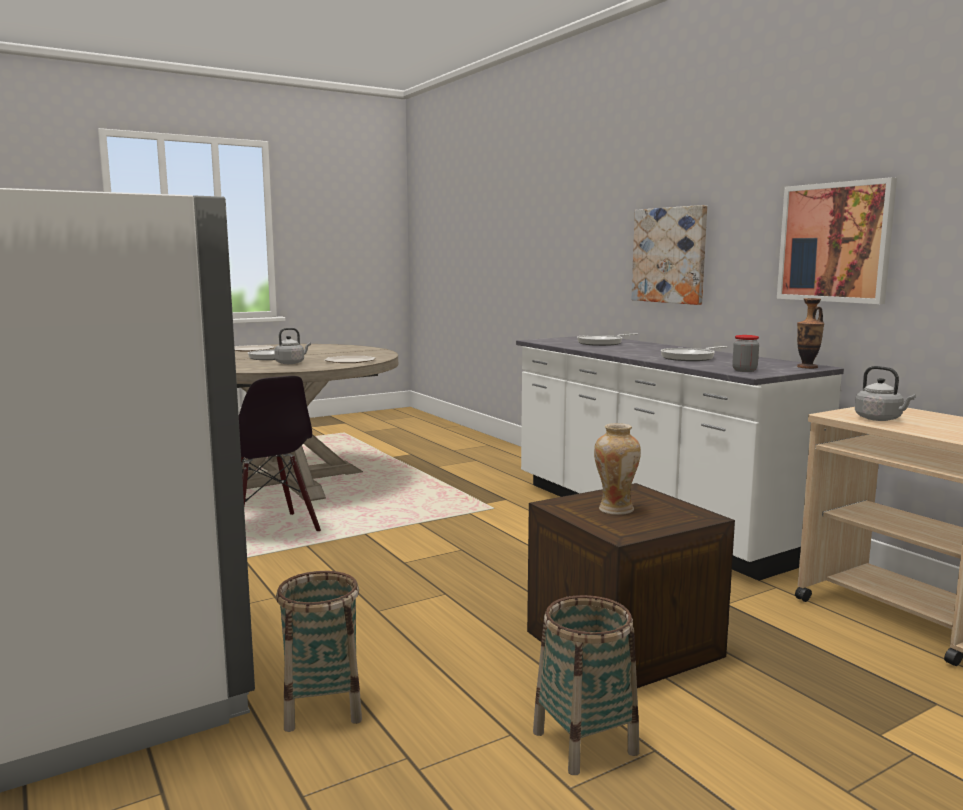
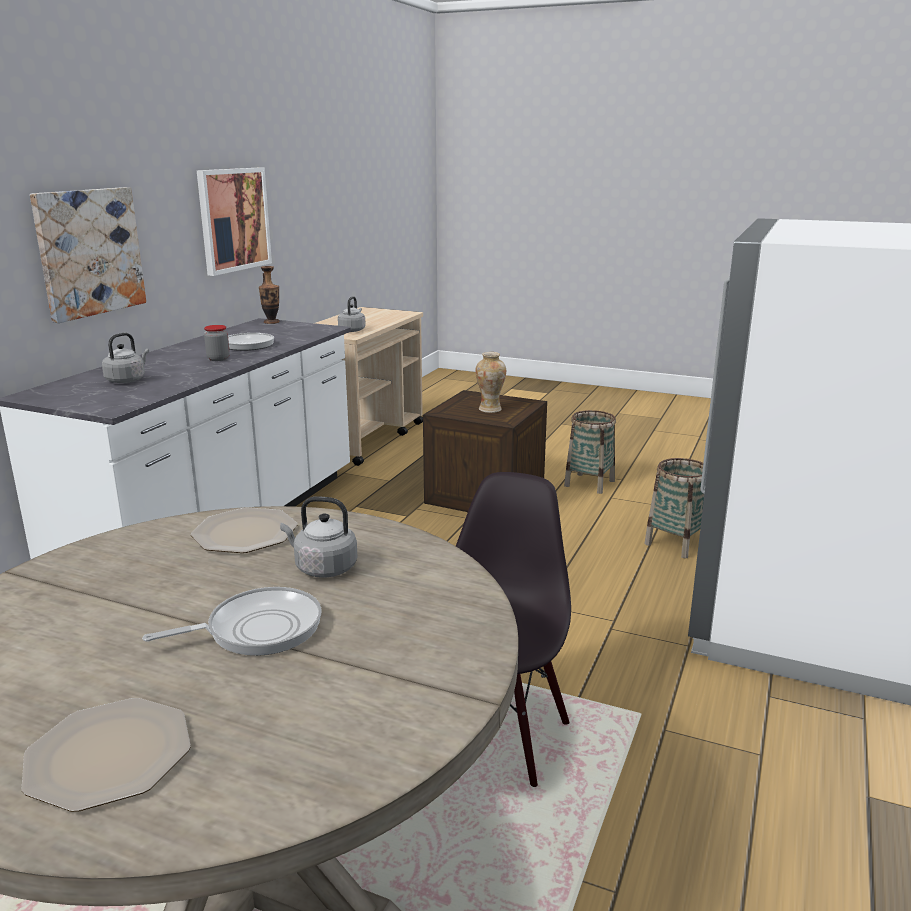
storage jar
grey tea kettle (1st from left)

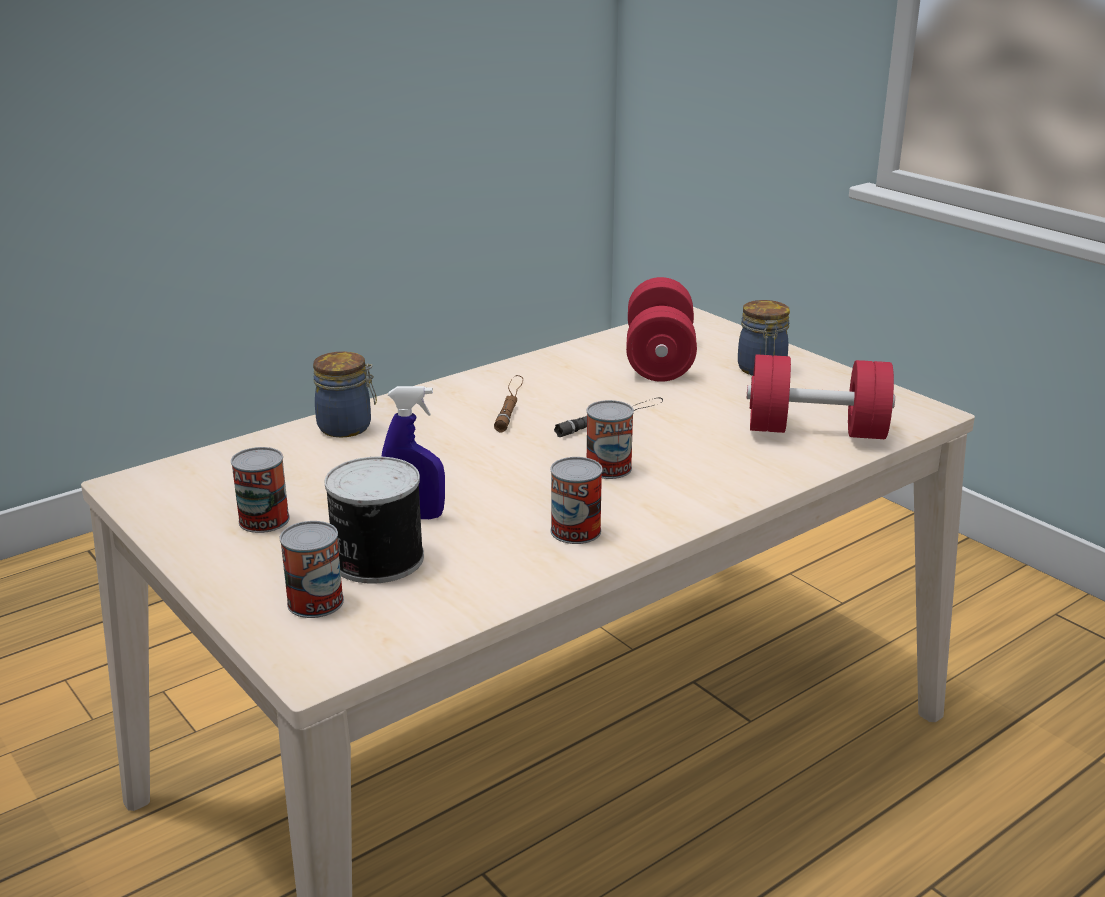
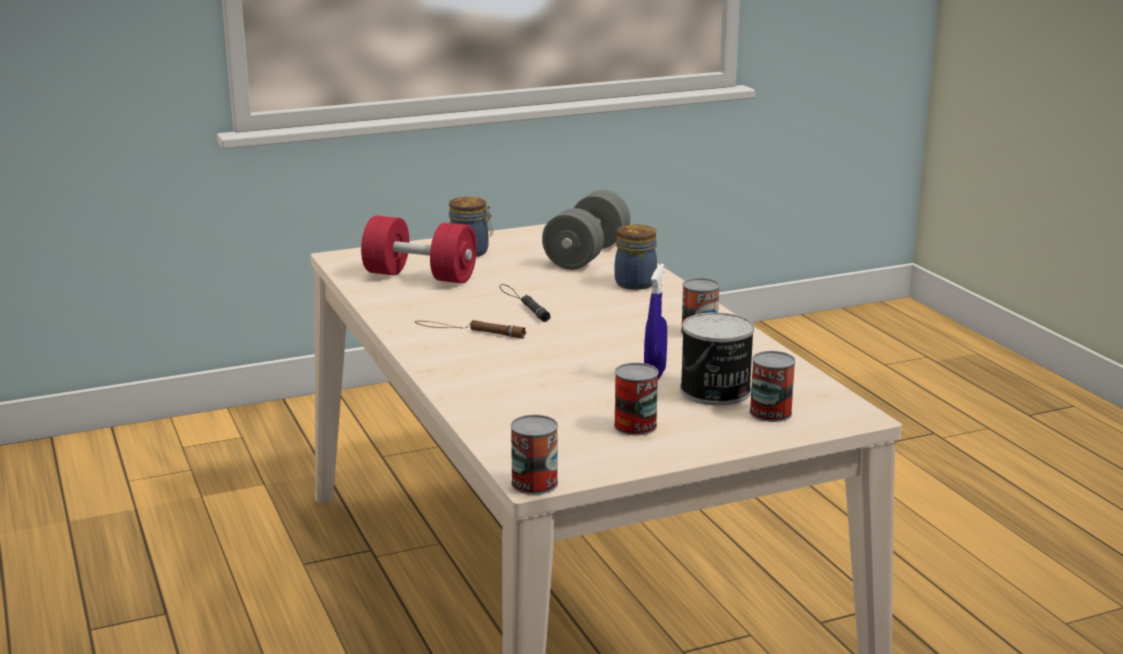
storage jar (2nd from left)
sealed can (1st from left)
grey free weight

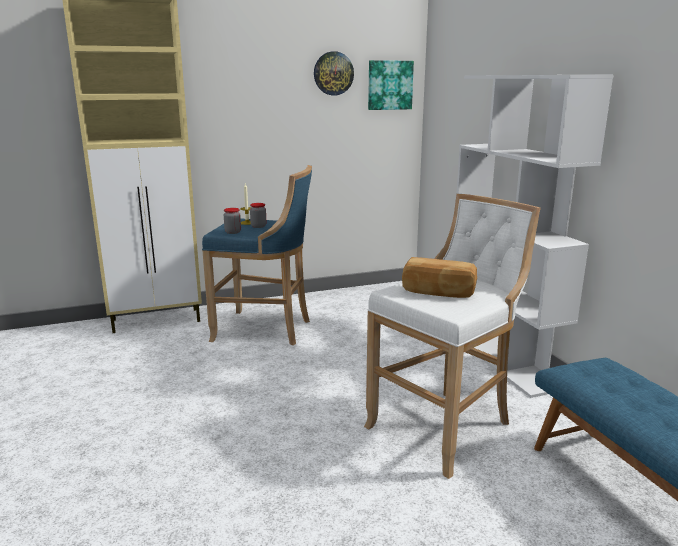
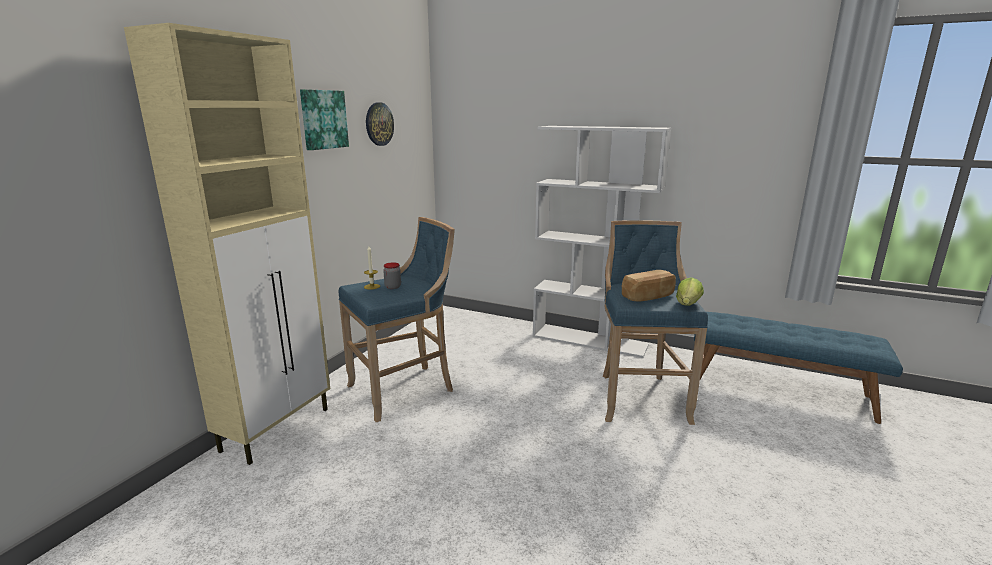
storage jar (1st from left in the first image)
lettuce
picture
blue-coloured stool seat (2nd from left)

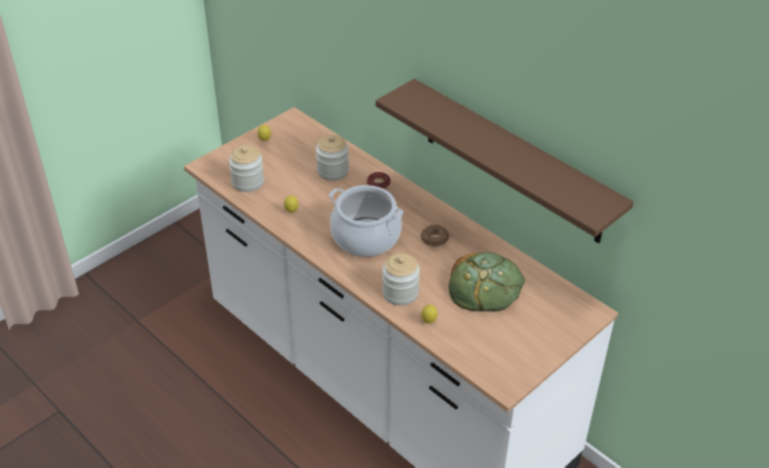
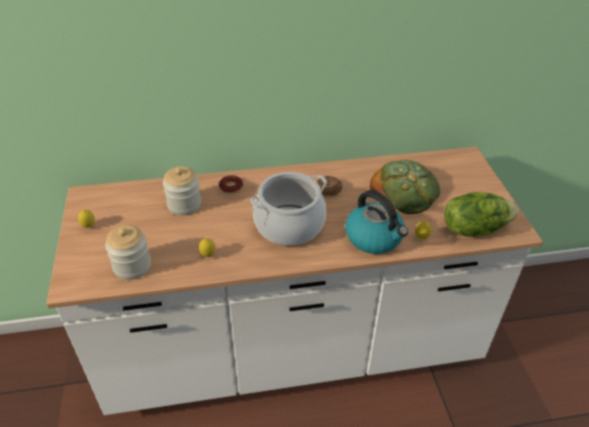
brown bracket shelf
lettuce
tea kettle

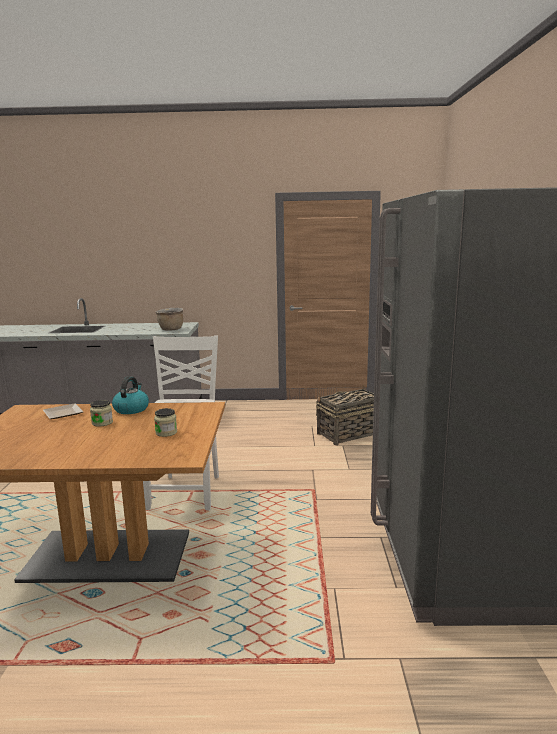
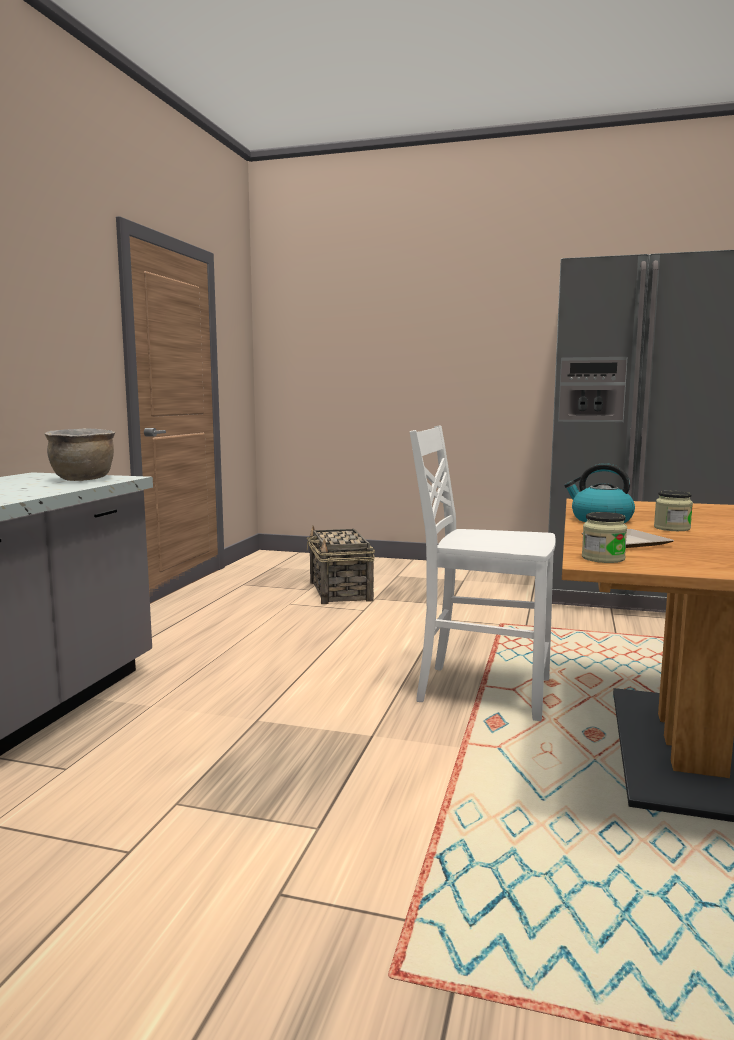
storage jar (1st from left)

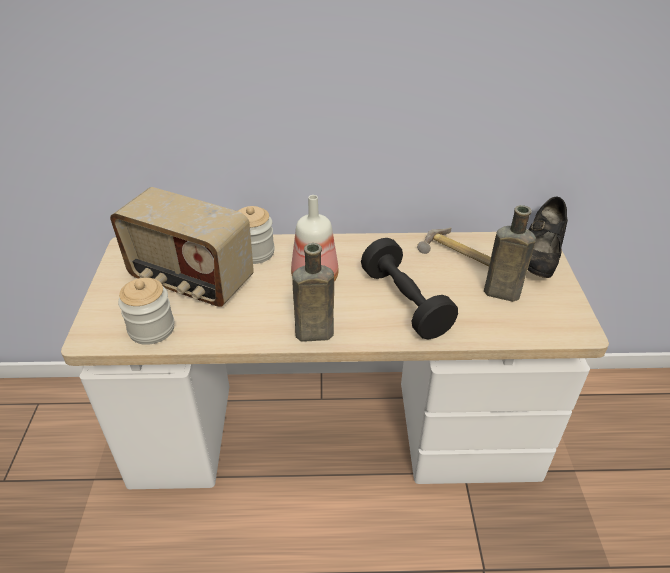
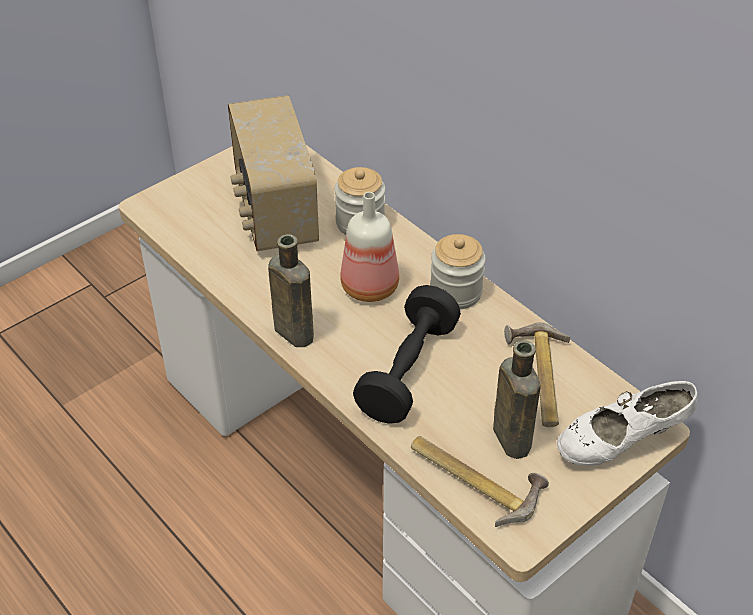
hammer (1st from left)
storage jar (2nd from left)
whitish shoe

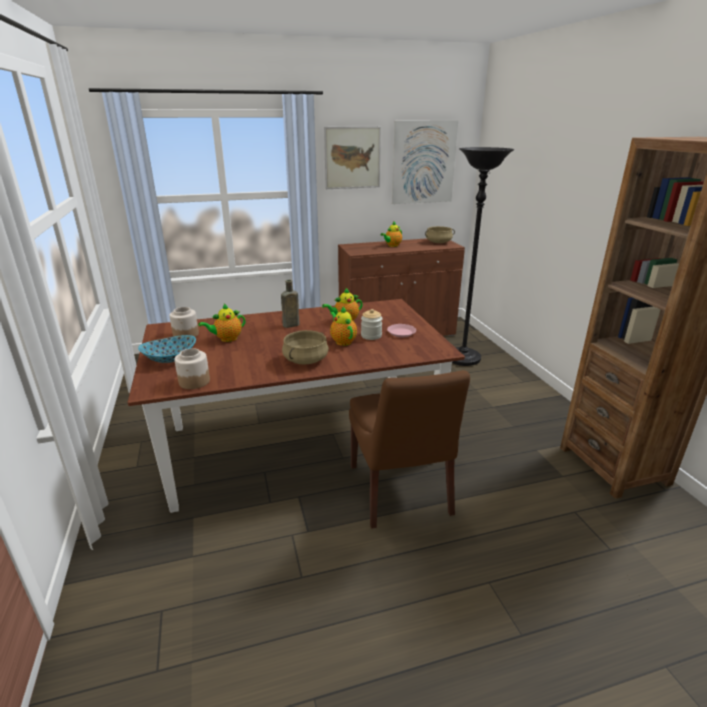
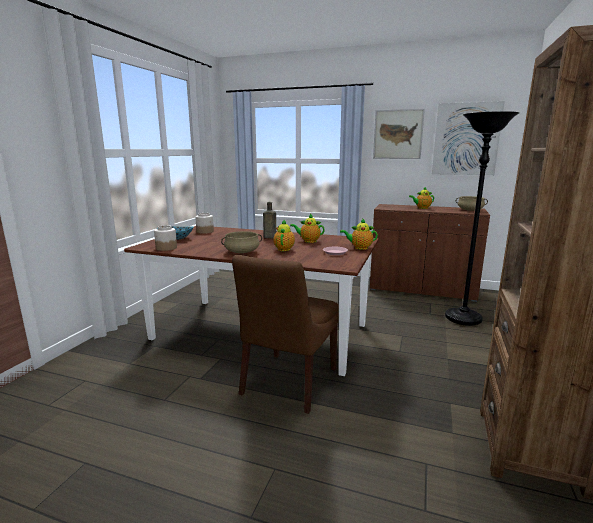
storage jar (3rd from left in the first image)
tea pot (3rd from left)

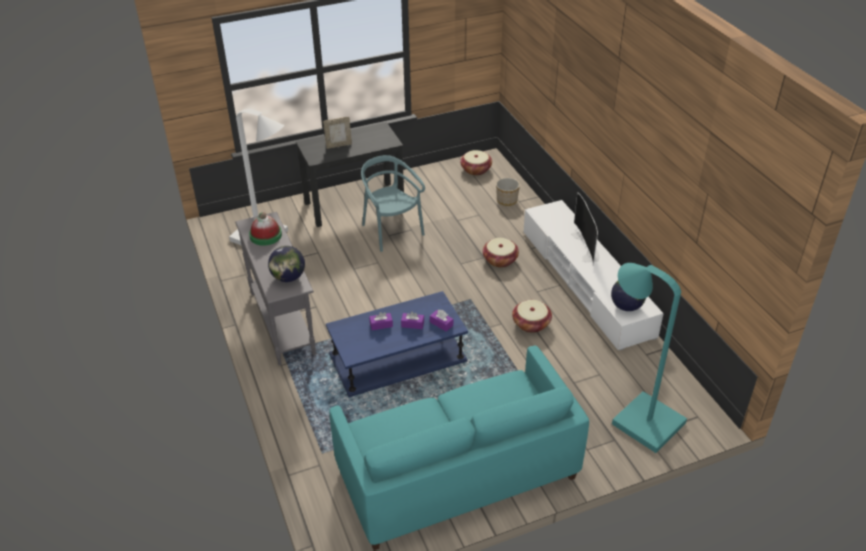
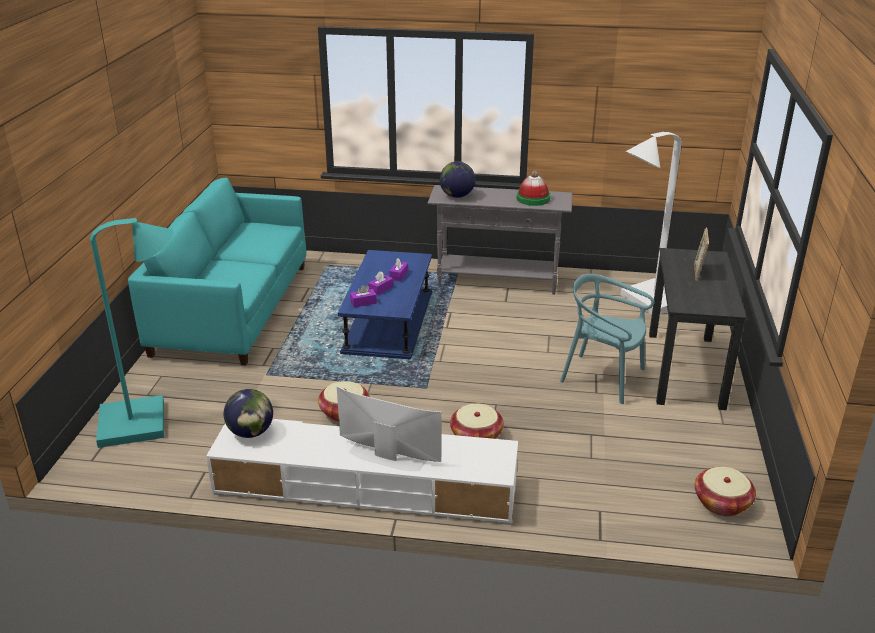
flower pot
turquoise chair

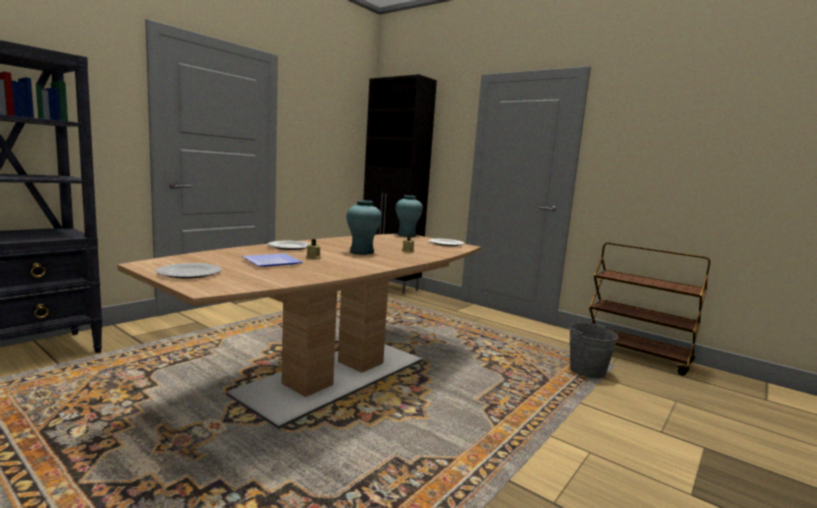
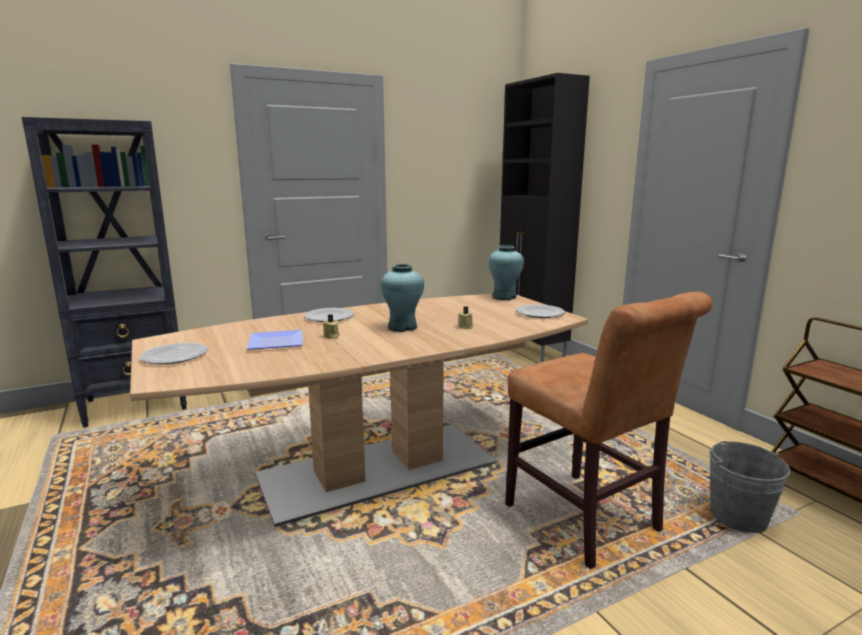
brown chair

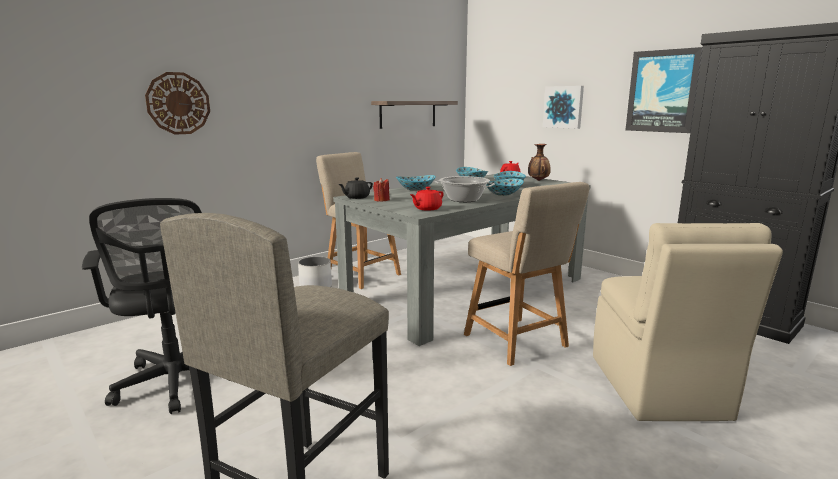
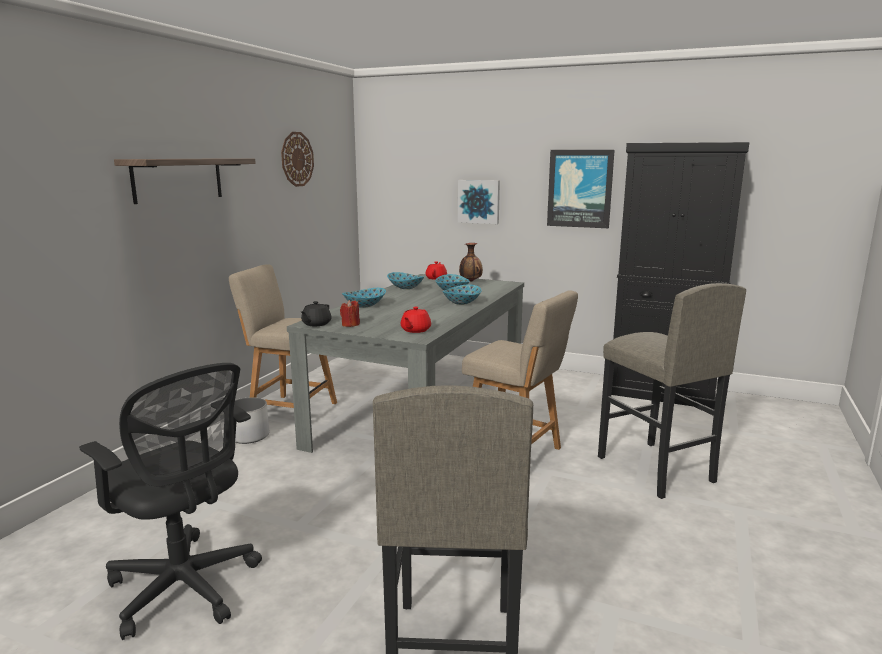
saucepot
hanging clock
bracket shelf
grey stool seat (2nd from left)

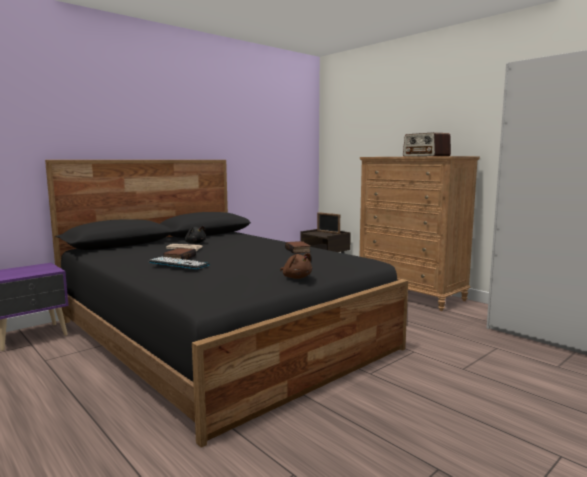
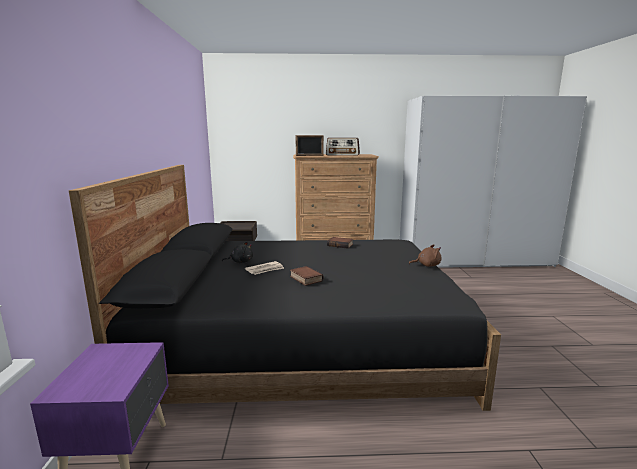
keyboard
picture frame

